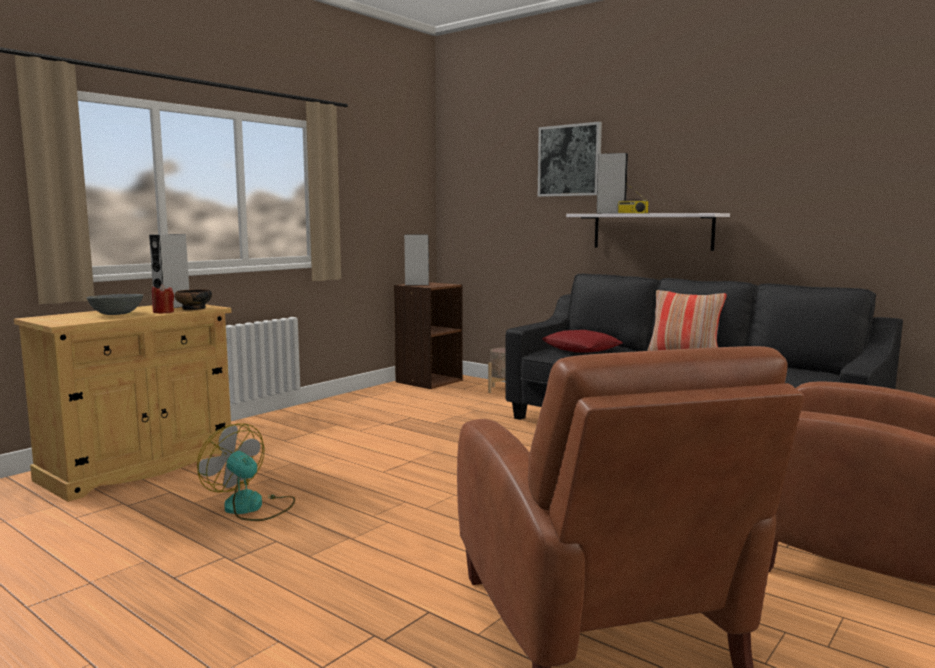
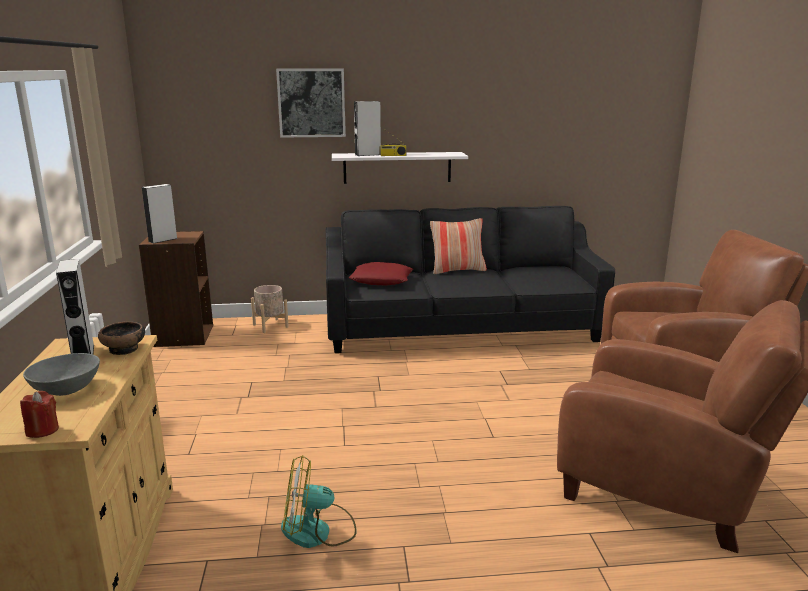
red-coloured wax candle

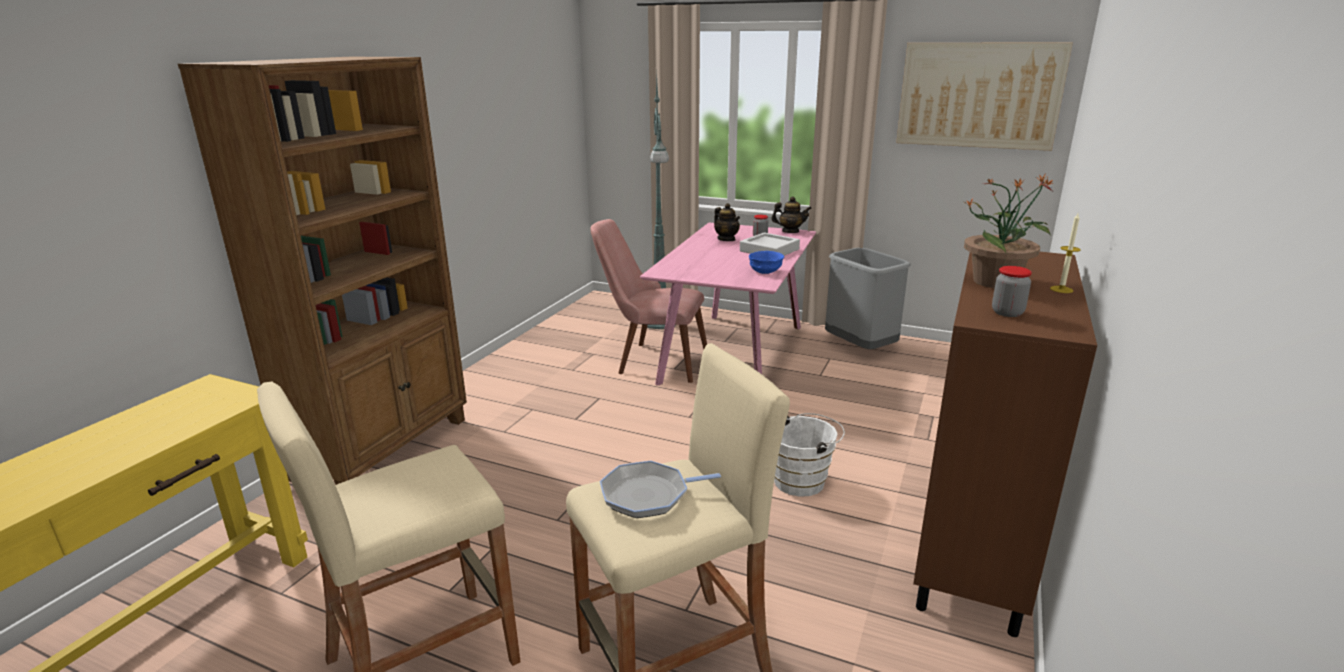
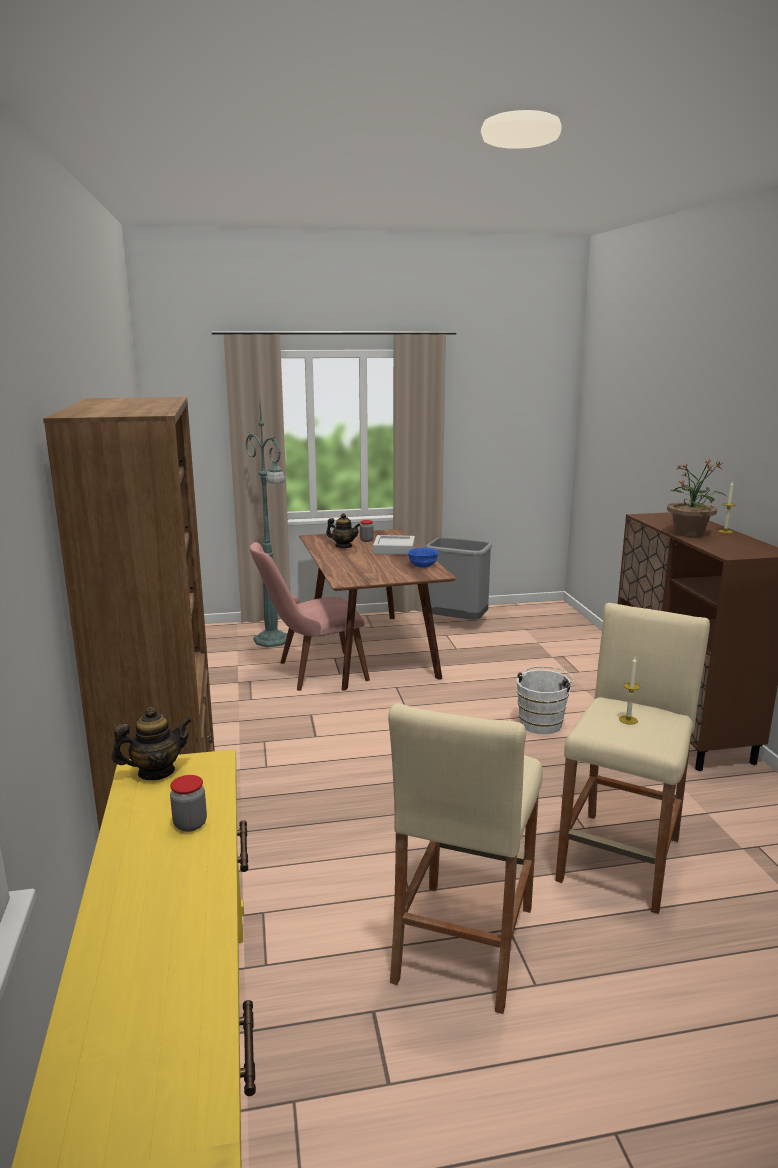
picture
tea pot (1st from left)
storage jar (1st from left)
wax candle (1st from left)
brown dinner table

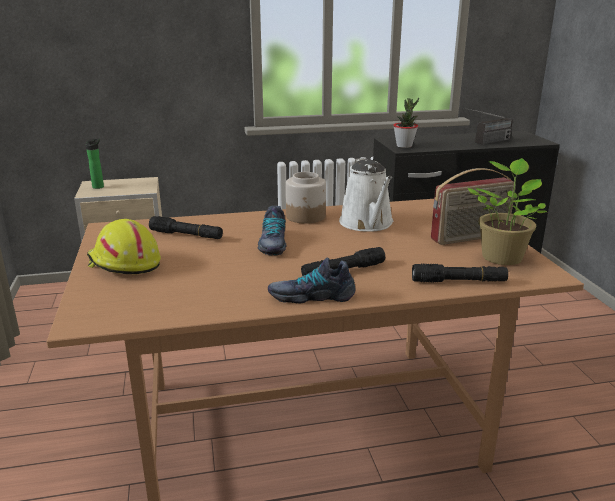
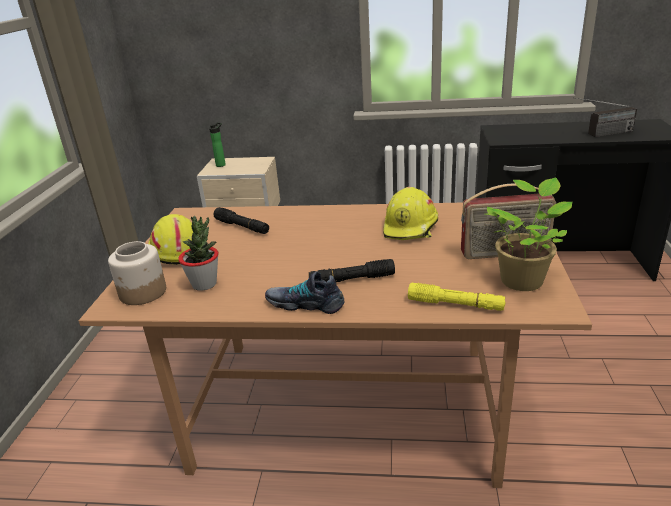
shoe (1st from left in the first image)
storage jar
houseplant (1st from left)
yellow safety helmet (2nd from left)
yellow hand torch

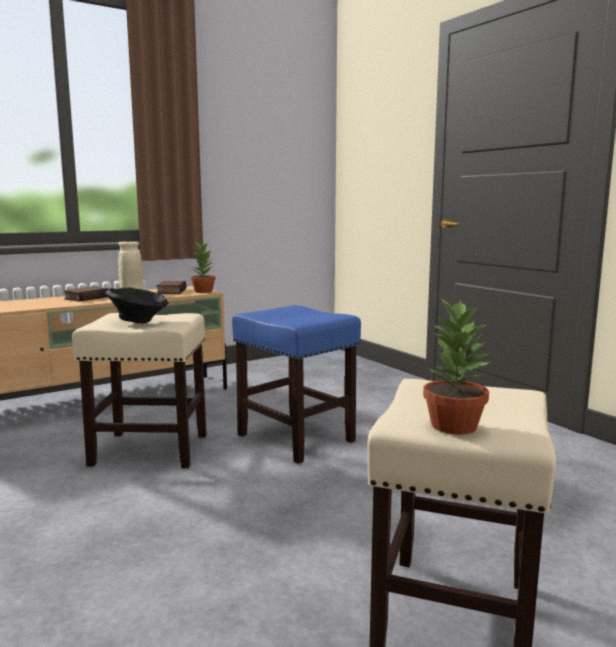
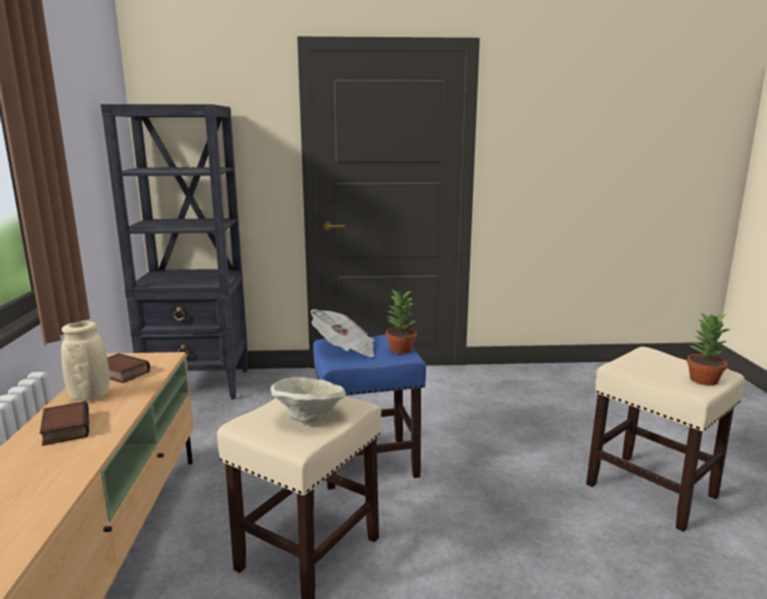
black-coloured bookcase
newspaper
houseplant (1st from left)
sand-coloured serving bowl

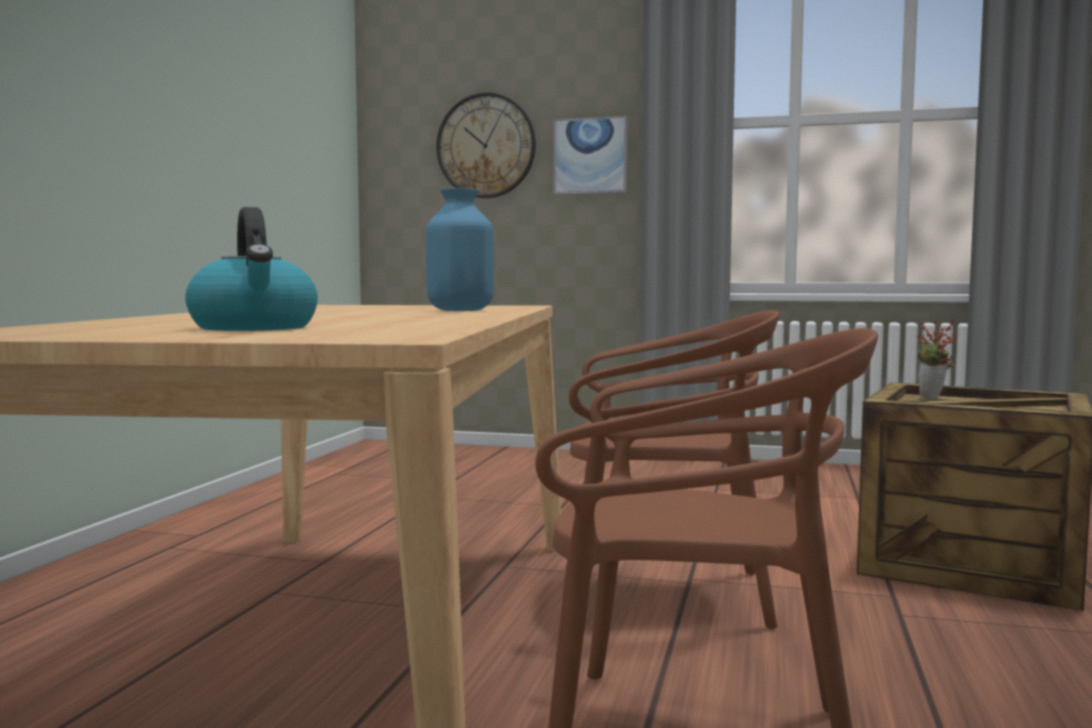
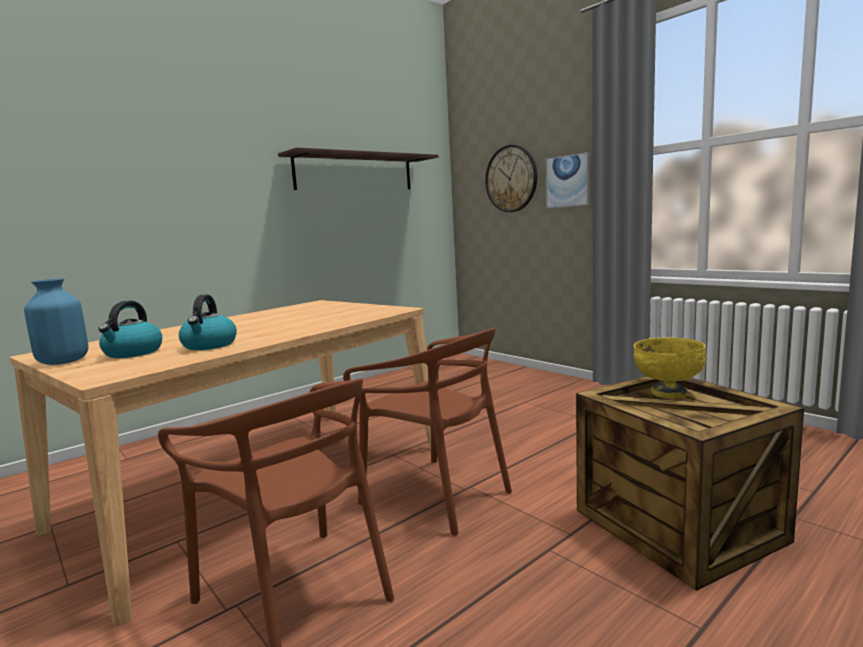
tea kettle (2nd from left)
bracket shelf
blue-coloured flower vase
yellow serving bowl

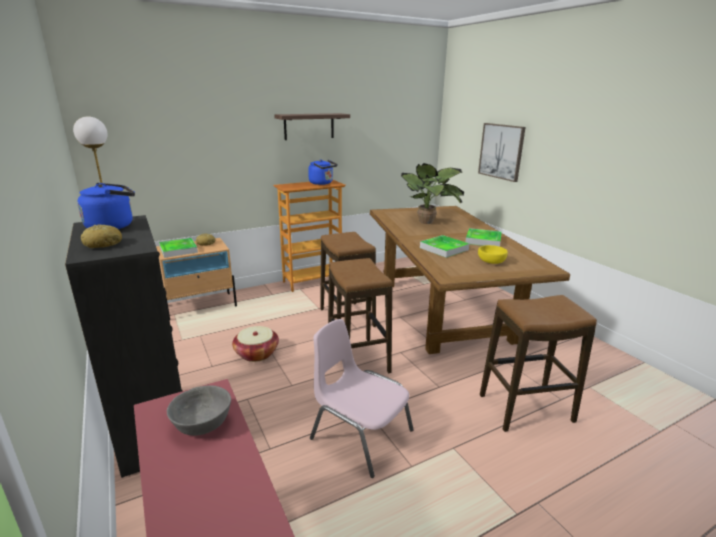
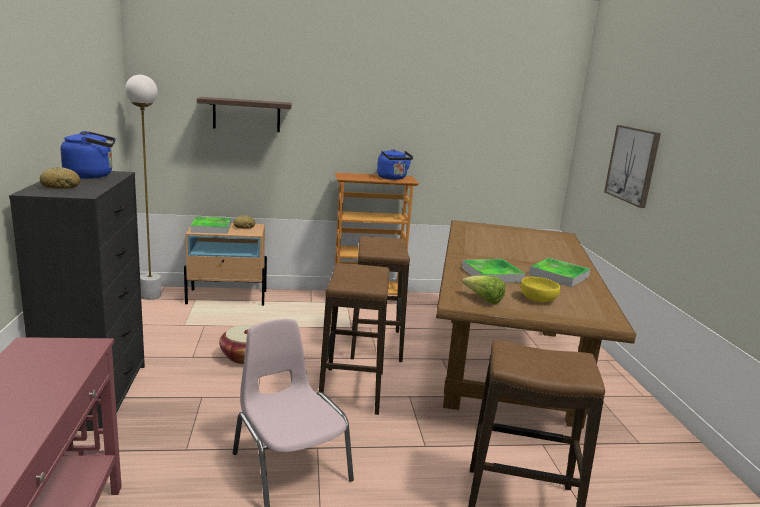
grey serving bowl
houseplant
lettuce
bracket shelf

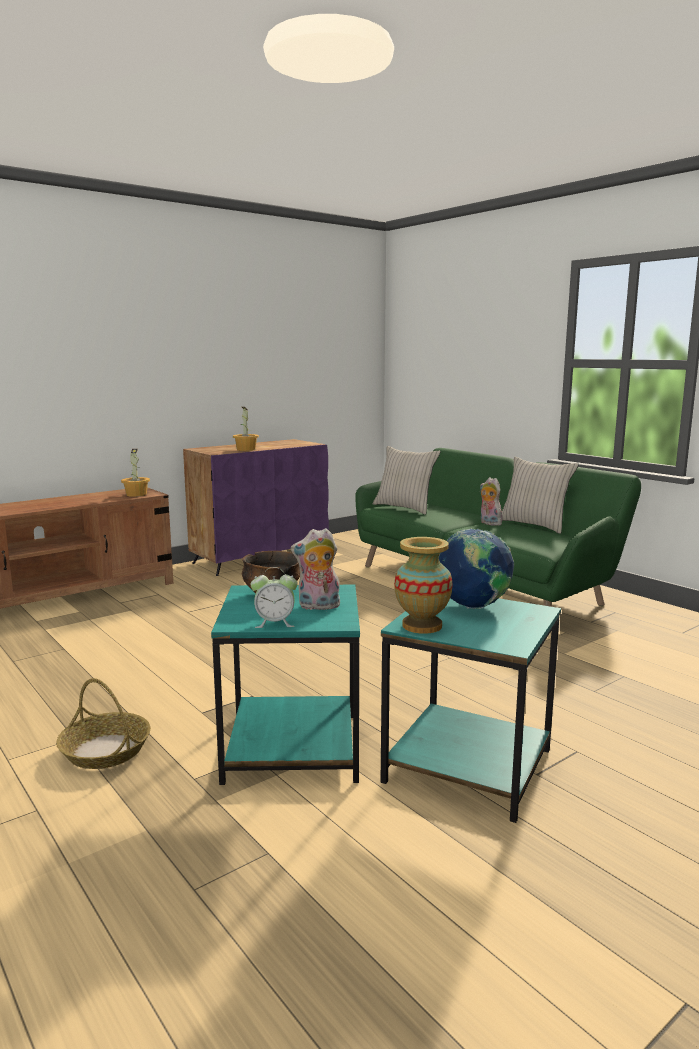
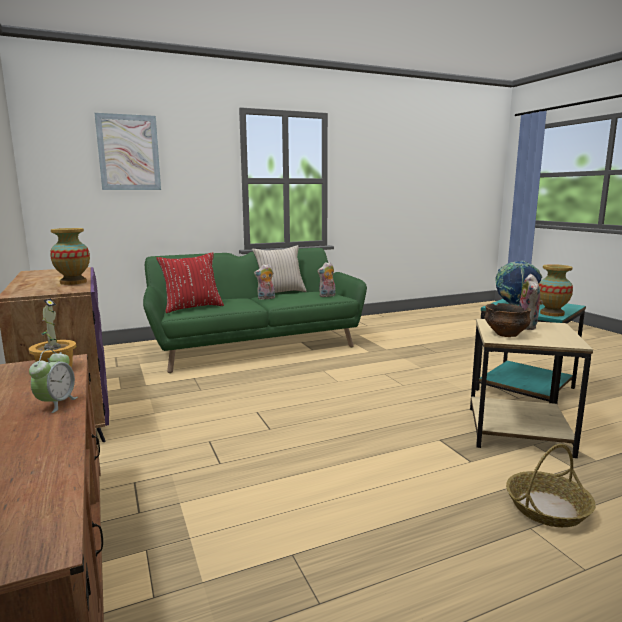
picture
soft toy (2nd from left)
bedside clock
flower vase (1st from left)
sand-coloured end table
red-coloured cushion

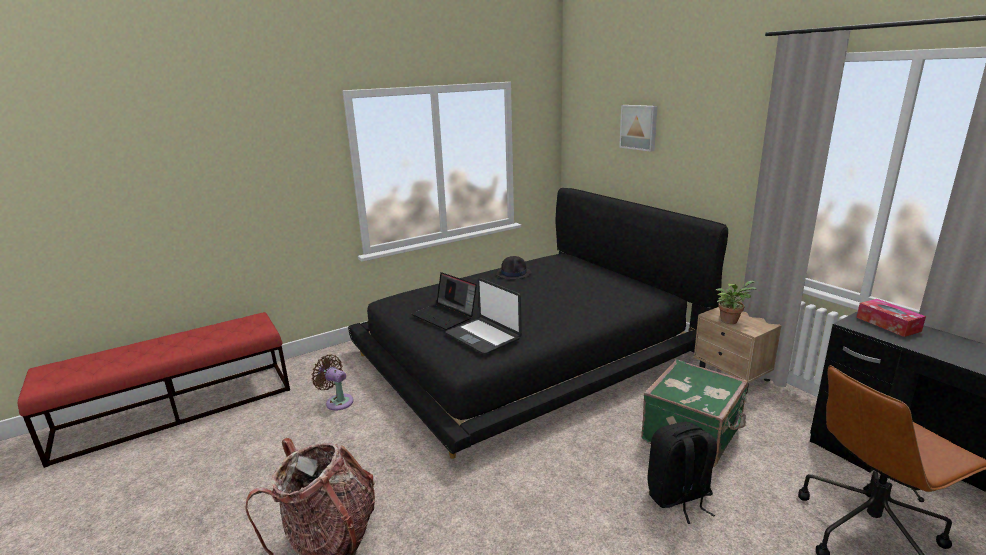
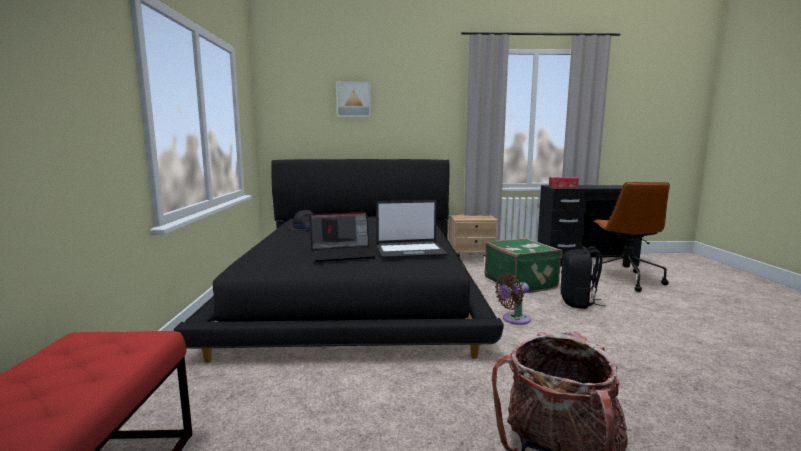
houseplant
brown cooling fan

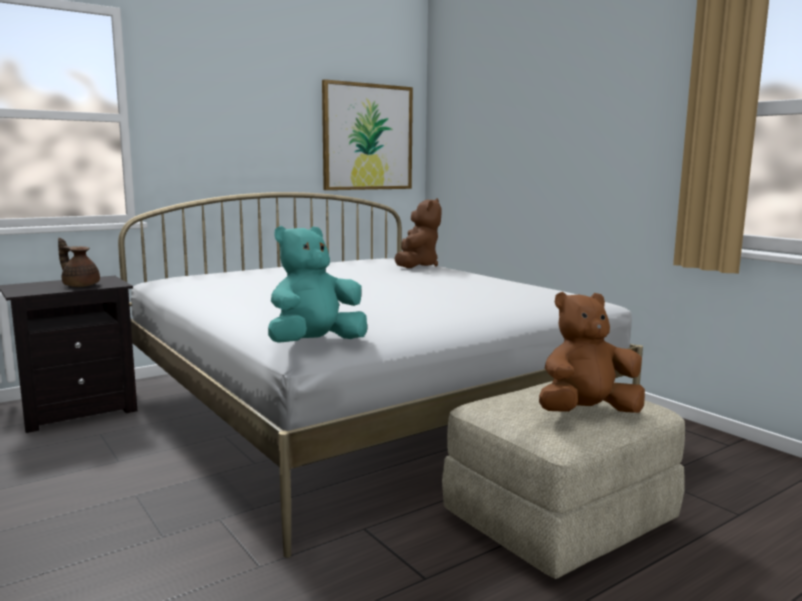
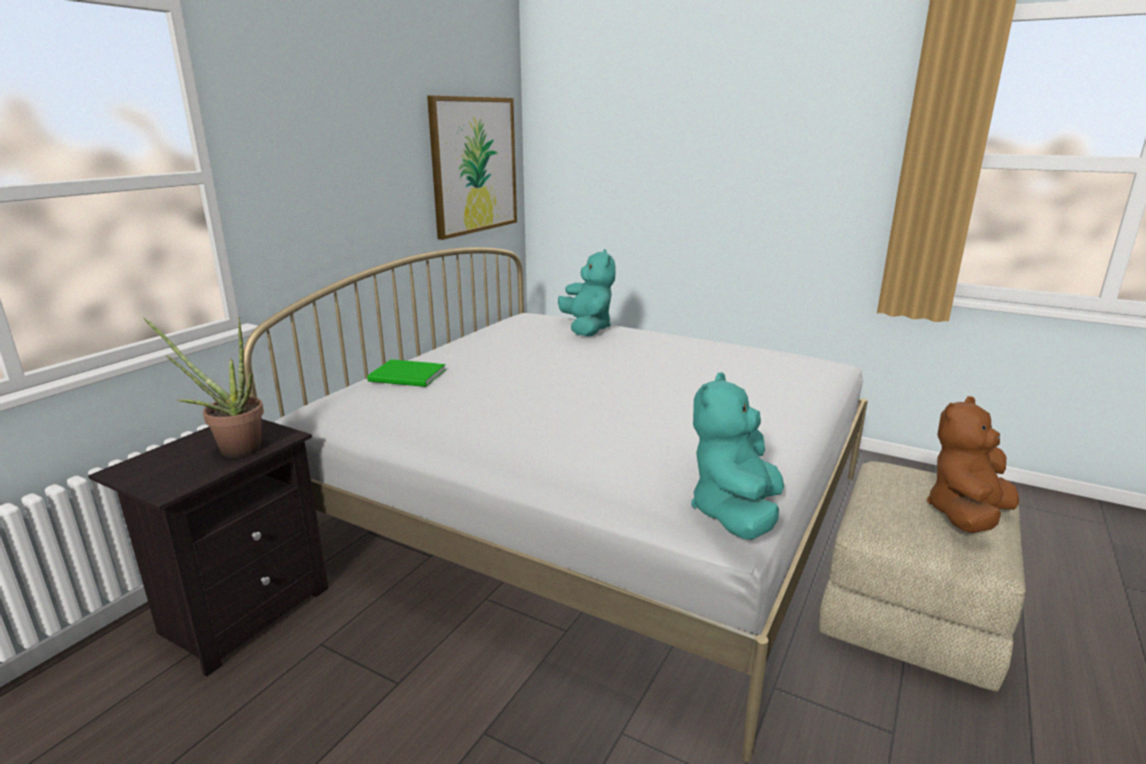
green bound book
houseplant
turquoise soft toy (1st from left)

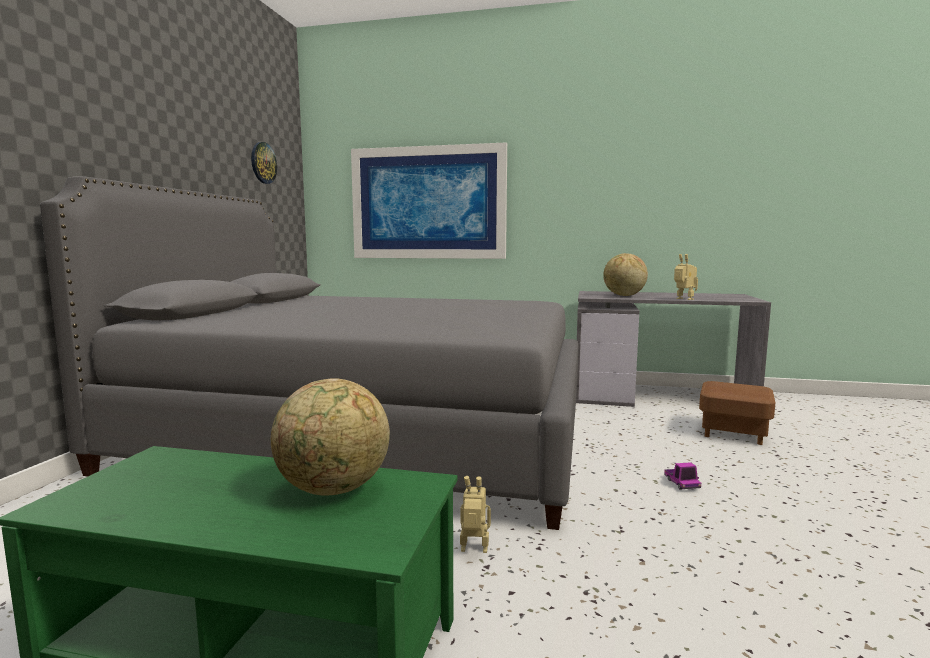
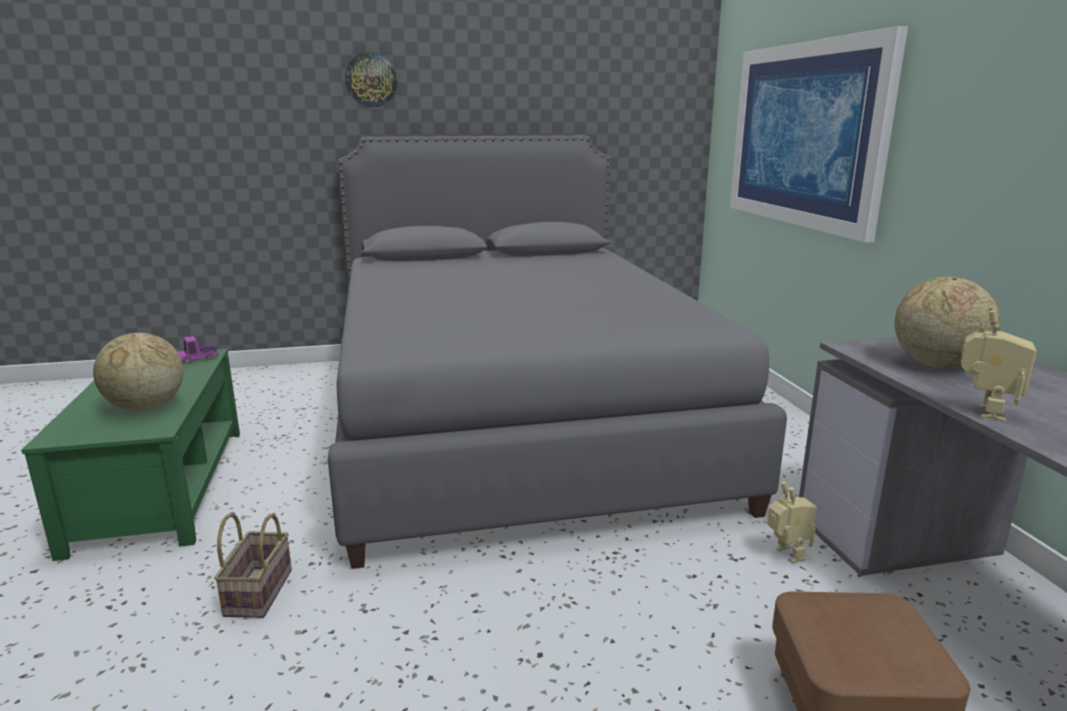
basket
hanging clock
model robot (1st from left)
toy truck

